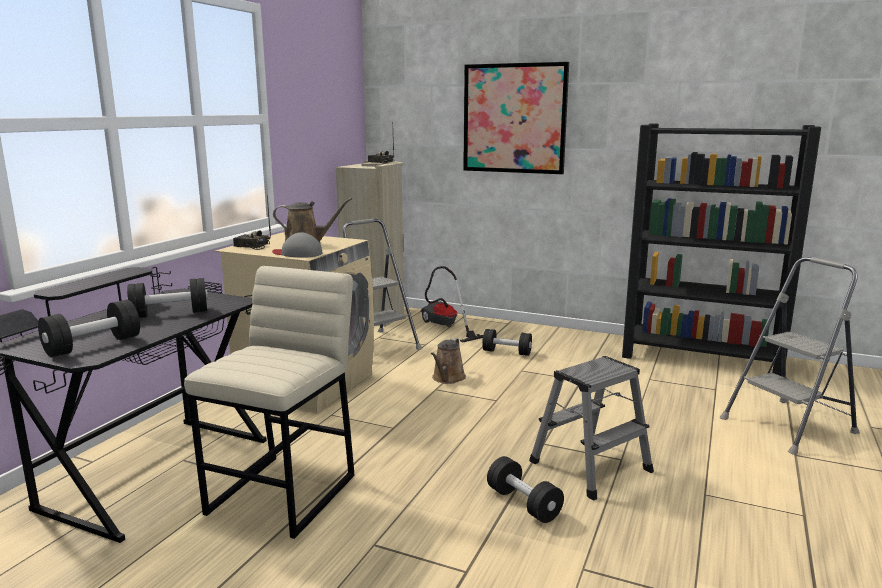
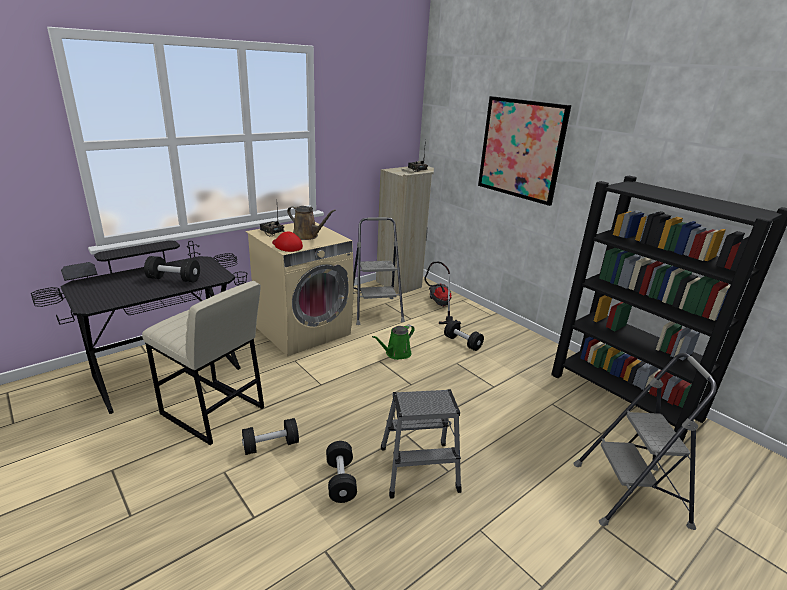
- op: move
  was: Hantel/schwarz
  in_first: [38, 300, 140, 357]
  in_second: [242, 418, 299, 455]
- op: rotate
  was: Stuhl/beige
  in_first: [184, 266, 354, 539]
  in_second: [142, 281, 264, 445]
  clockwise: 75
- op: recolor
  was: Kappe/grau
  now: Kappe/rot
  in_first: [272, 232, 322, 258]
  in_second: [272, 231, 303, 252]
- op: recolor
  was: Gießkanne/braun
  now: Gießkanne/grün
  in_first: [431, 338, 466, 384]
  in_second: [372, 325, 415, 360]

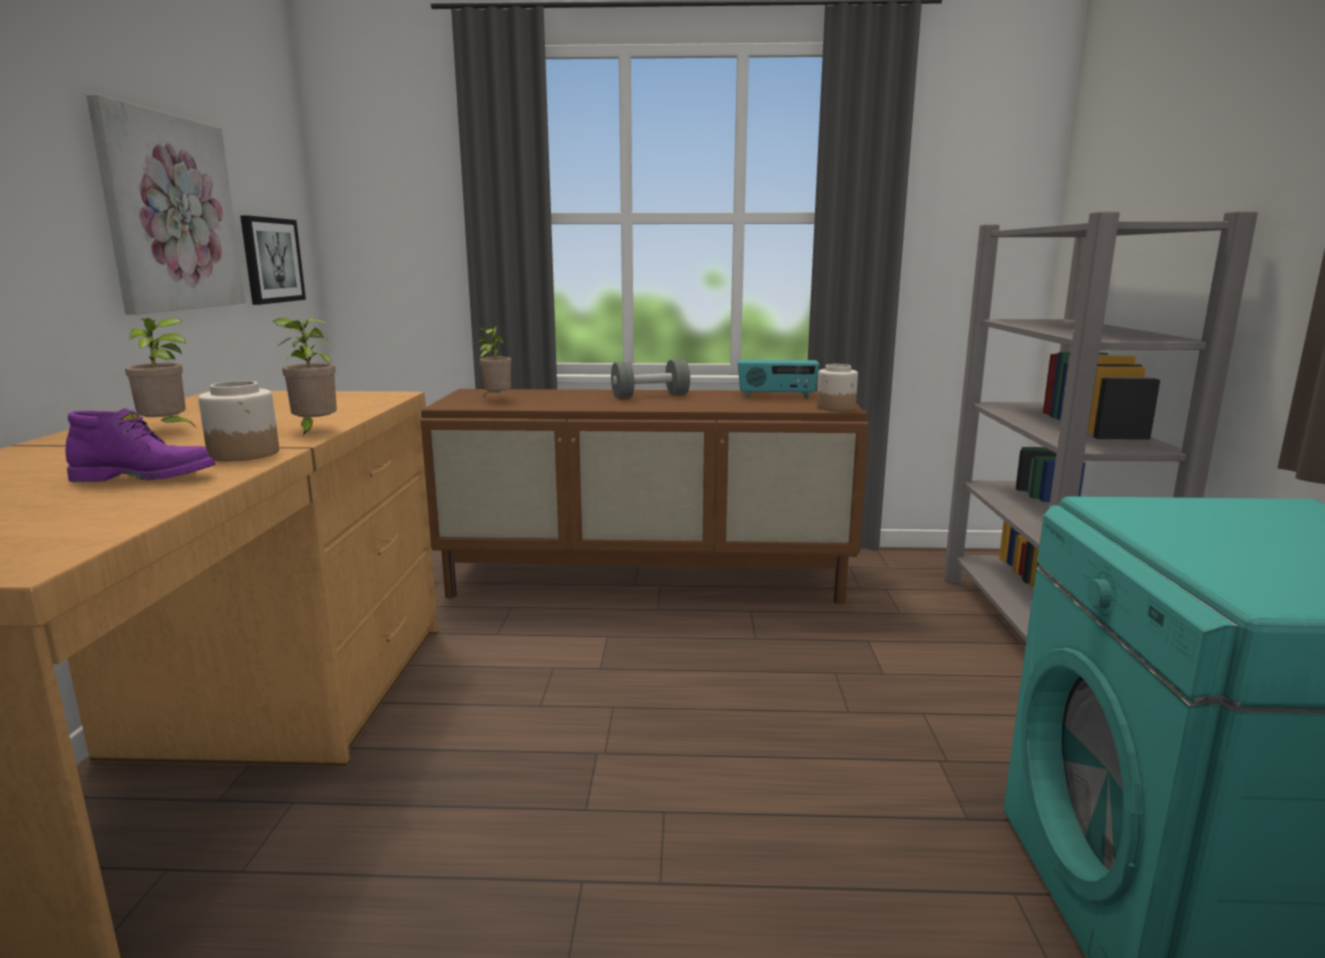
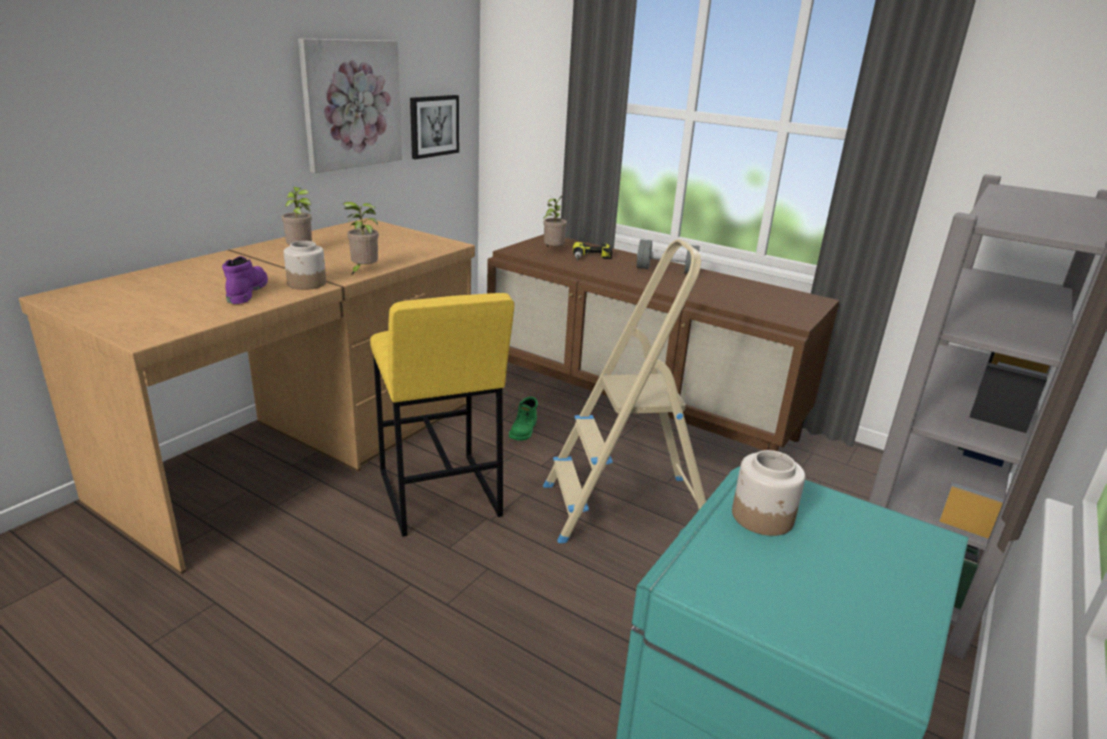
- op: rotate
  was: Stiefel/lila
  in_first: [65, 408, 215, 482]
  in_second: [222, 256, 268, 304]
  clockwise: -120
- op: delete
  was: Radio
  in_first: [738, 360, 820, 398]
- op: move
  was: Vorratsglas
  in_first: [817, 364, 858, 411]
  in_second: [732, 450, 805, 536]
- op: insert
  now: Hocker/gelb
  in_second: [370, 293, 514, 537]
- op: insert
  now: Stiefel/grün
  in_second: [509, 397, 538, 441]
- op: insert
  now: Trittleiter/beige
  in_second: [543, 239, 706, 543]
- op: insert
  now: Bohrmaschine
  in_second: [573, 242, 612, 262]

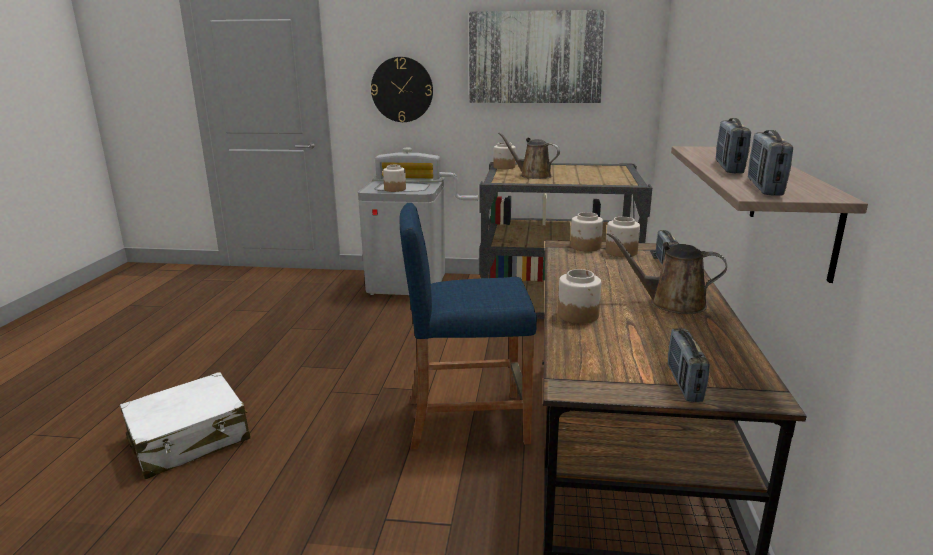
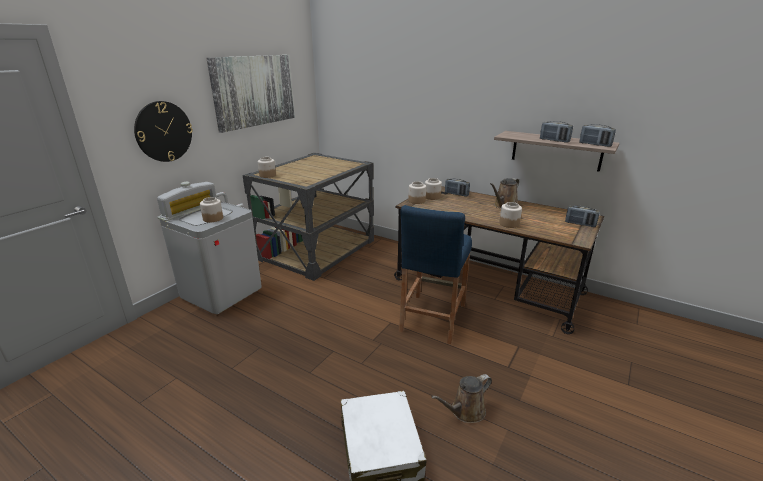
- op: move
  was: Gießkanne/braun
  in_first: [498, 132, 560, 179]
  in_second: [431, 374, 492, 423]

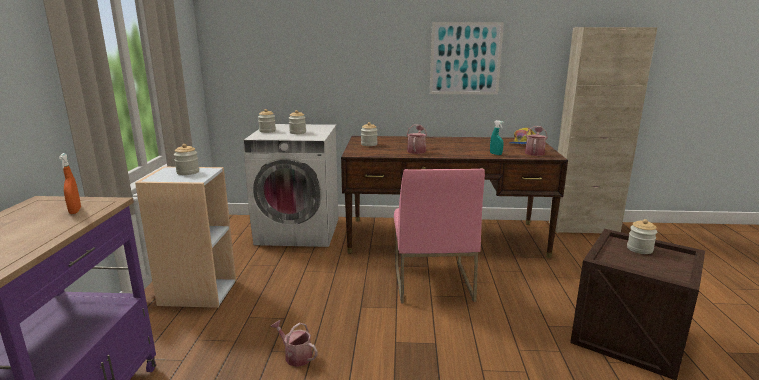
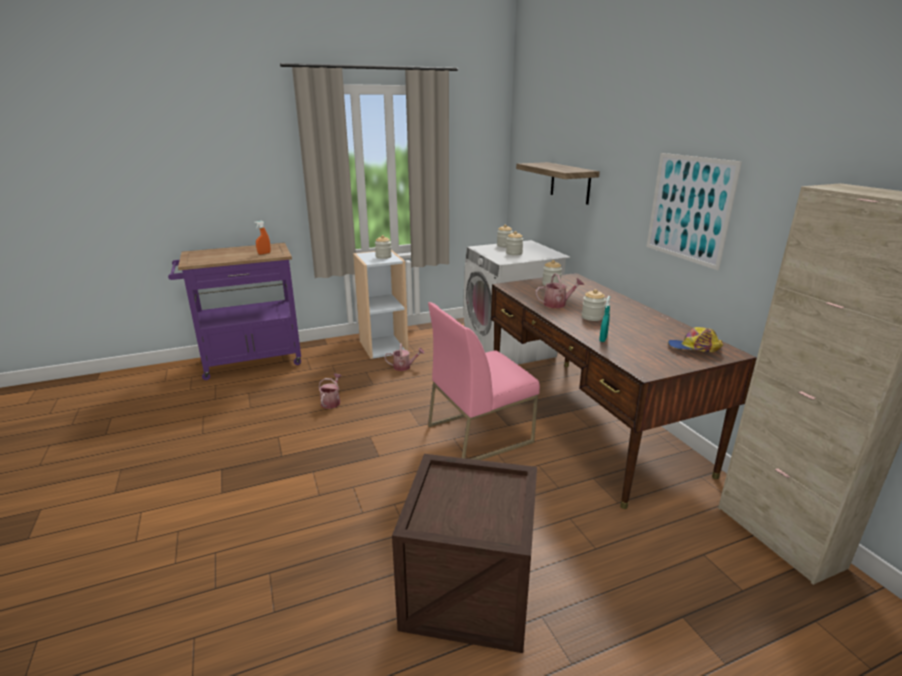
- op: move
  was: Gießkanne
  in_first: [525, 126, 548, 156]
  in_second: [384, 343, 424, 371]
- op: move
  was: Vorratsglas
  in_first: [627, 219, 657, 254]
  in_second: [582, 289, 606, 321]
- op: insert
  now: Wandregal
  in_second: [516, 162, 600, 205]

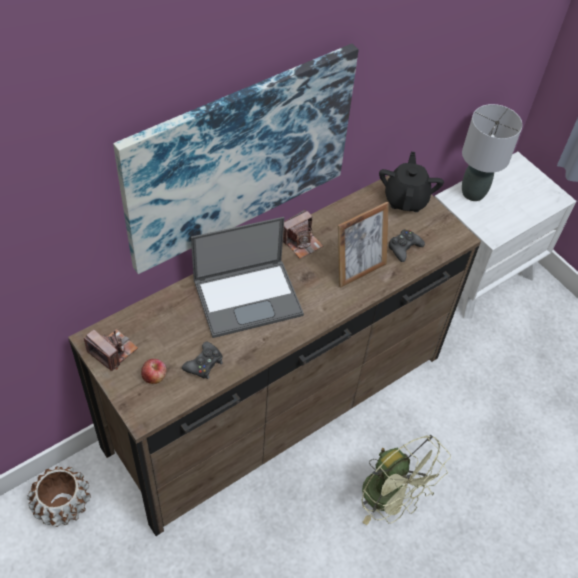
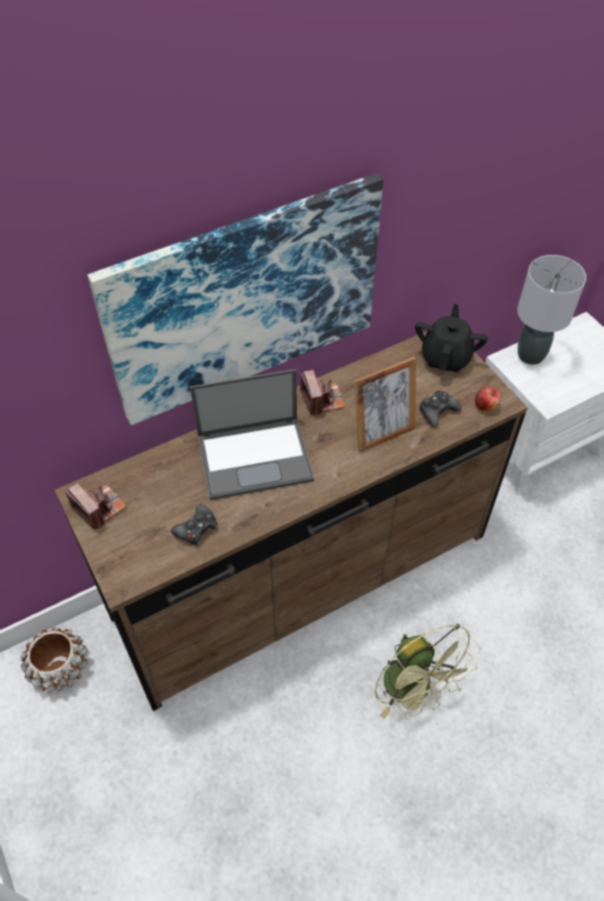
- op: move
  was: Apfel
  in_first: [141, 359, 166, 384]
  in_second: [475, 386, 501, 411]
- op: rotate
  was: Kamera
  in_first: [283, 209, 323, 259]
  in_second: [300, 370, 345, 416]
  clockwise: -75

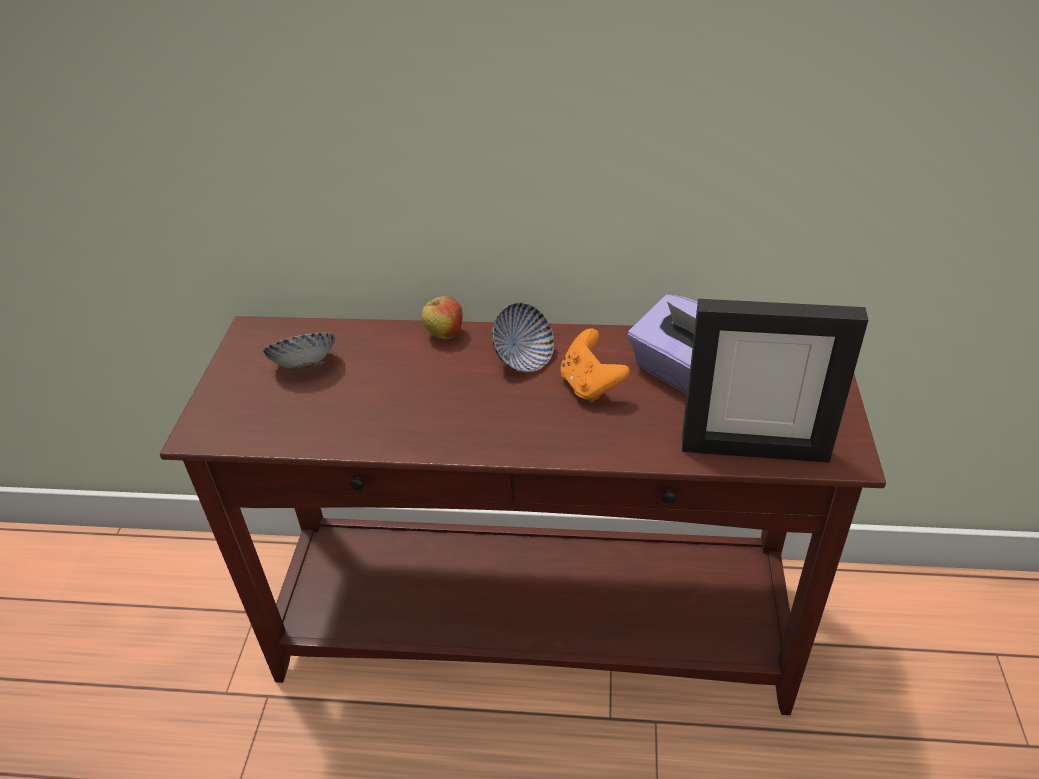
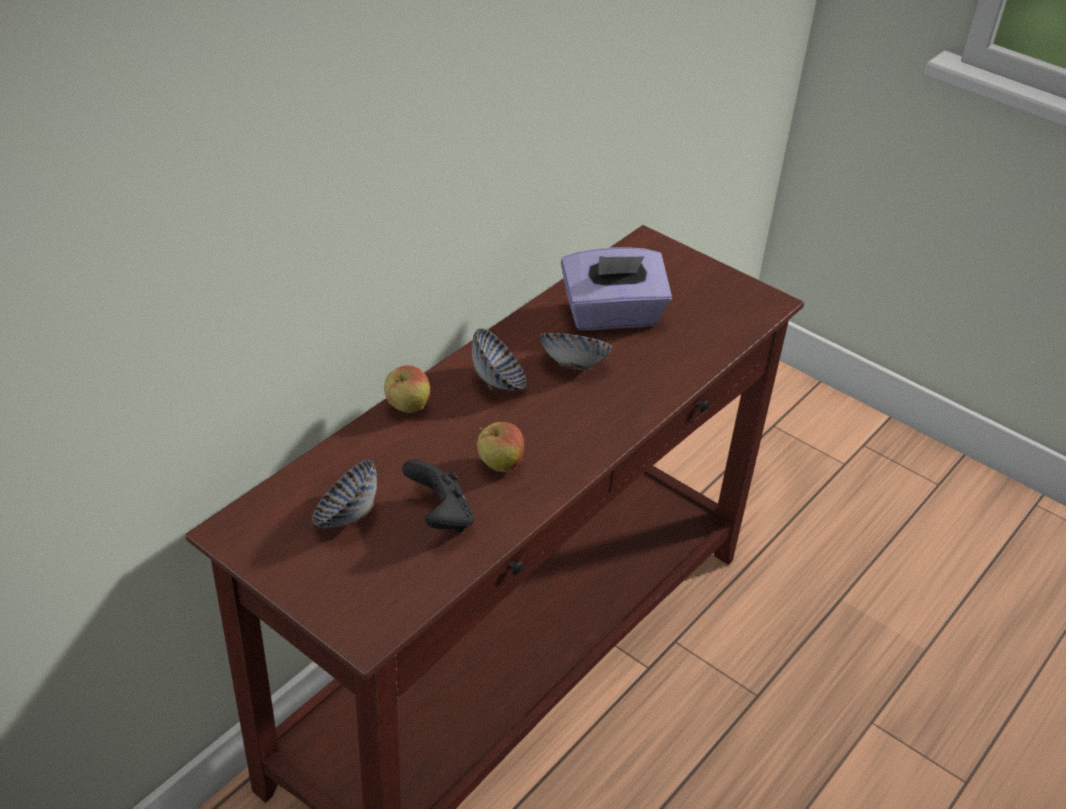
- op: replace
  was: Gamepad/orange
  now: Schüssel
  in_first: [560, 328, 630, 403]
  in_second: [540, 333, 612, 370]
- op: delete
  was: Bilderrahmen
  in_first: [682, 299, 868, 463]
- op: insert
  now: Gamepad/schwarz
  in_second: [402, 459, 474, 532]
- op: insert
  now: Apfel
  in_second: [477, 422, 524, 472]

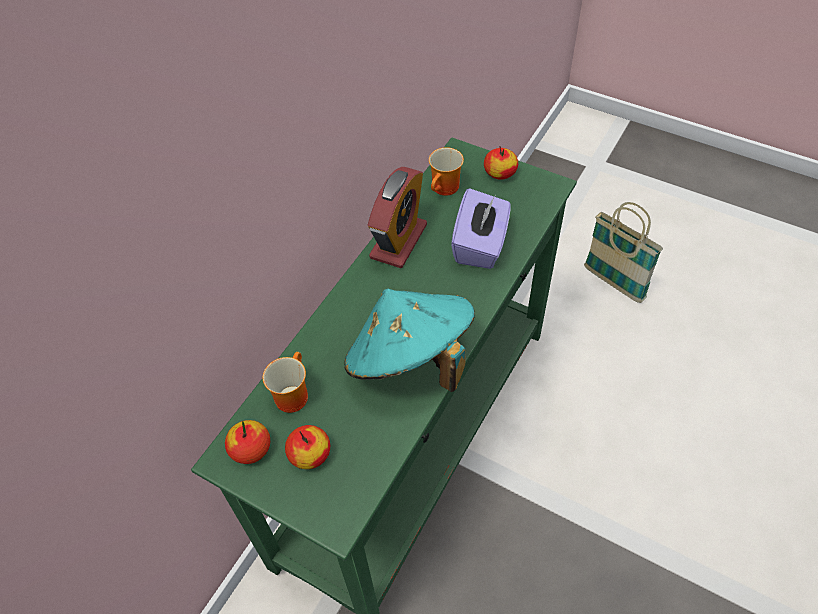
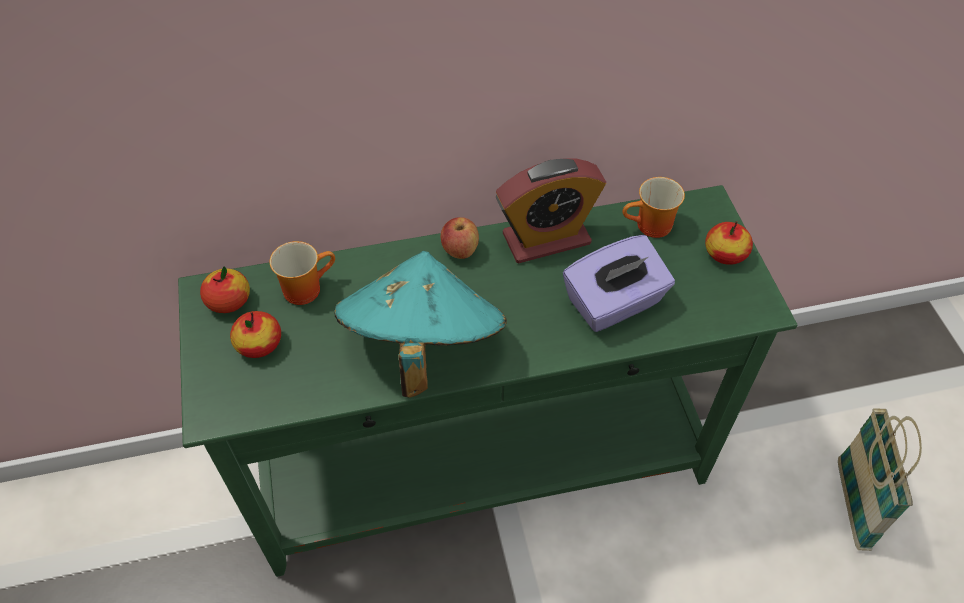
- op: insert
  now: Apfel
  in_second: [441, 217, 479, 259]

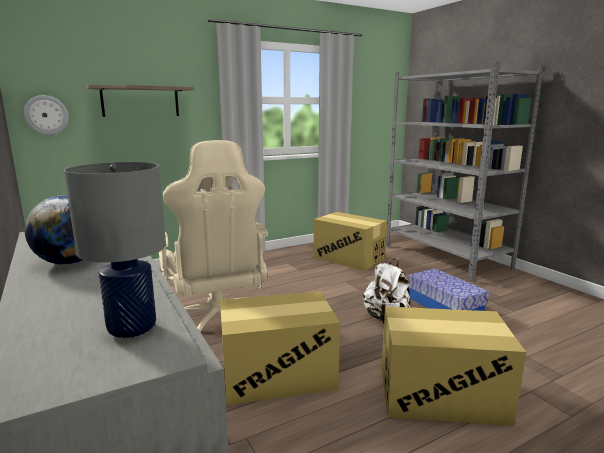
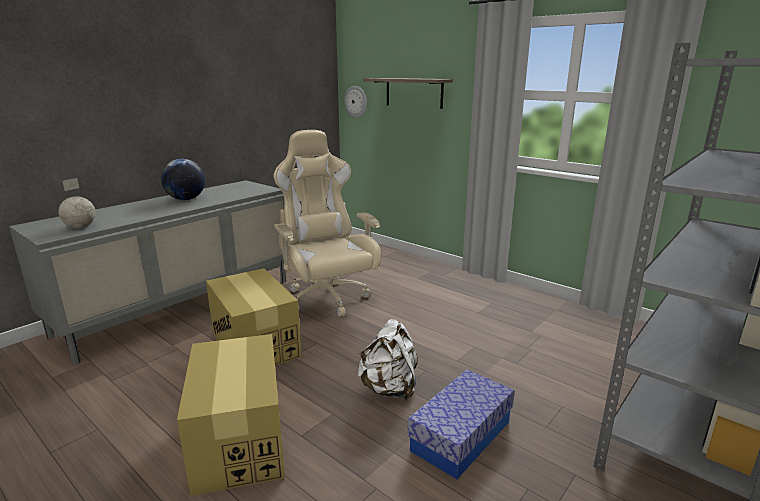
- op: replace
  was: Tischlampe/grau
  now: Globus
  in_first: [64, 162, 166, 338]
  in_second: [58, 178, 96, 228]
- op: rotate
  was: Bürostuhl/beige
  in_first: [159, 140, 268, 332]
  in_second: [273, 130, 381, 317]
  clockwise: 105
- op: delete
  was: Karton
  in_first: [313, 212, 387, 271]

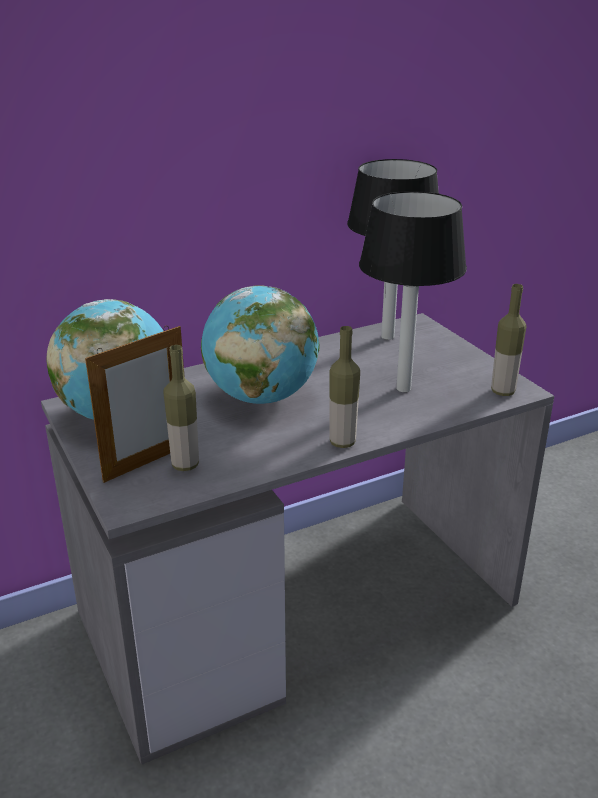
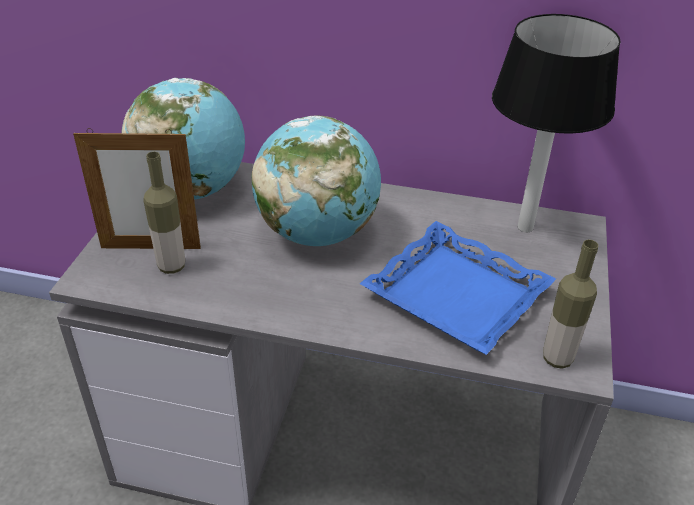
- op: delete
  was: Flasche
  in_first: [329, 326, 360, 448]
- op: replace
  was: Tischlampe
  now: Tablett/blau
  in_first: [359, 191, 467, 392]
  in_second: [360, 221, 556, 355]

